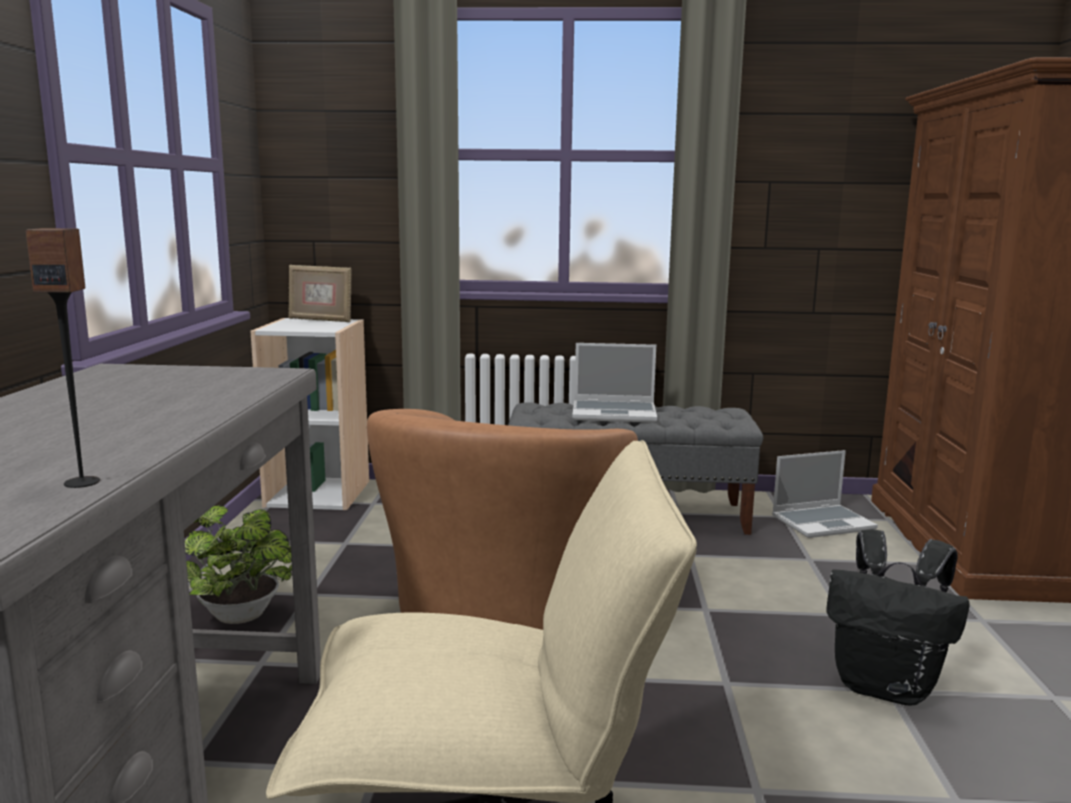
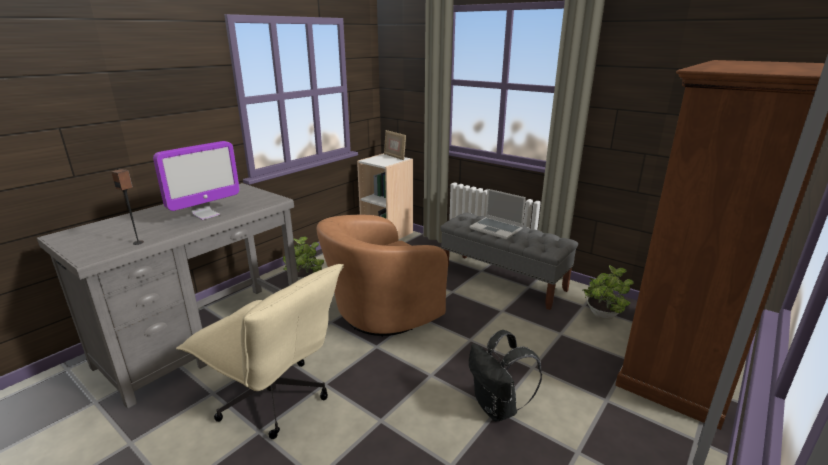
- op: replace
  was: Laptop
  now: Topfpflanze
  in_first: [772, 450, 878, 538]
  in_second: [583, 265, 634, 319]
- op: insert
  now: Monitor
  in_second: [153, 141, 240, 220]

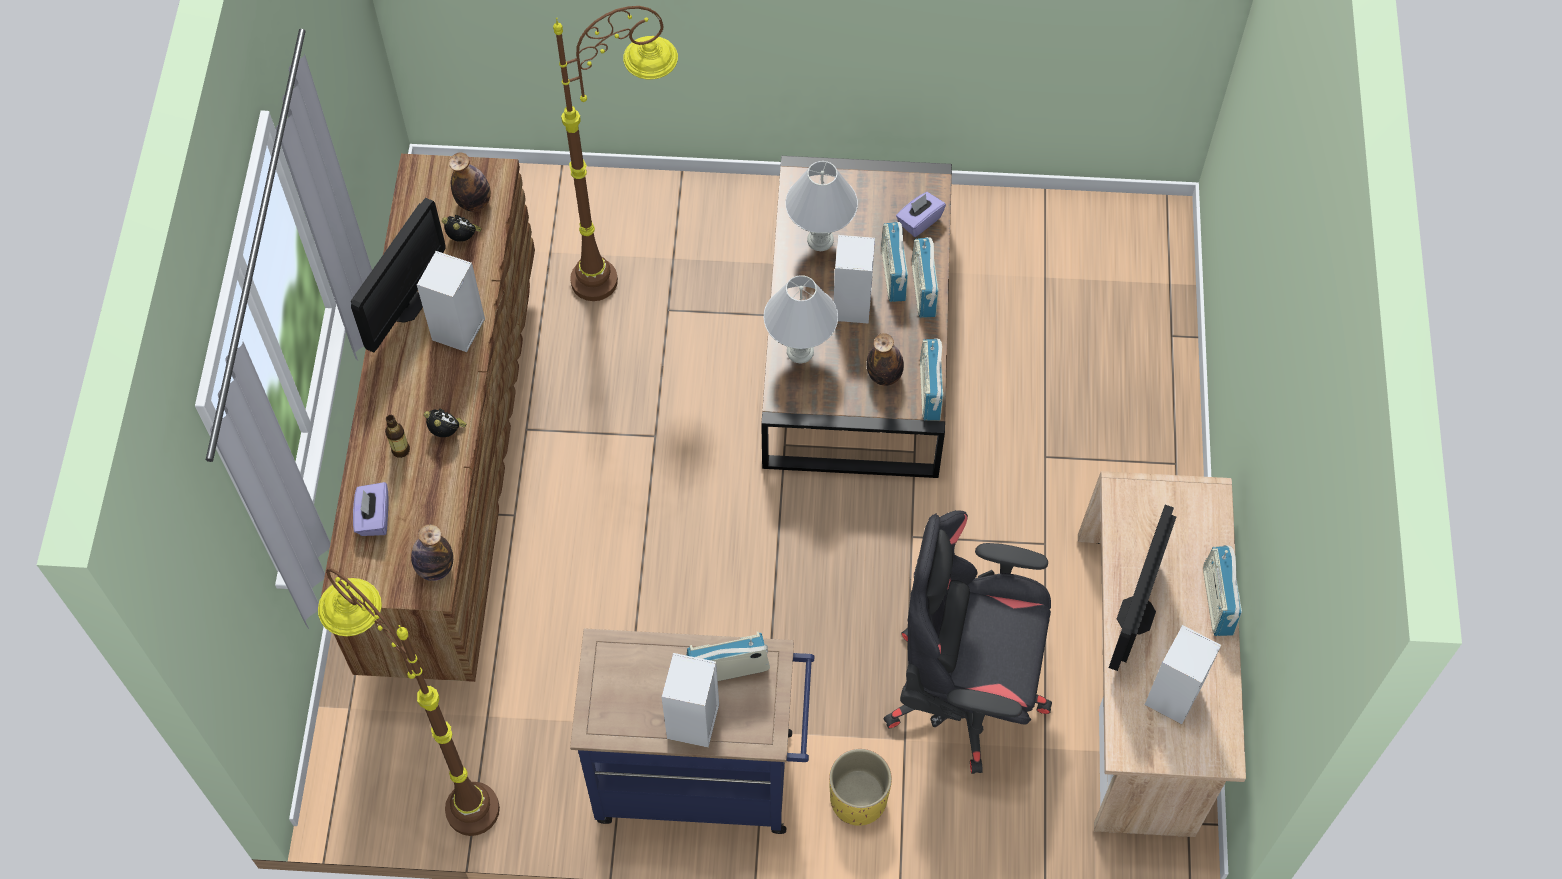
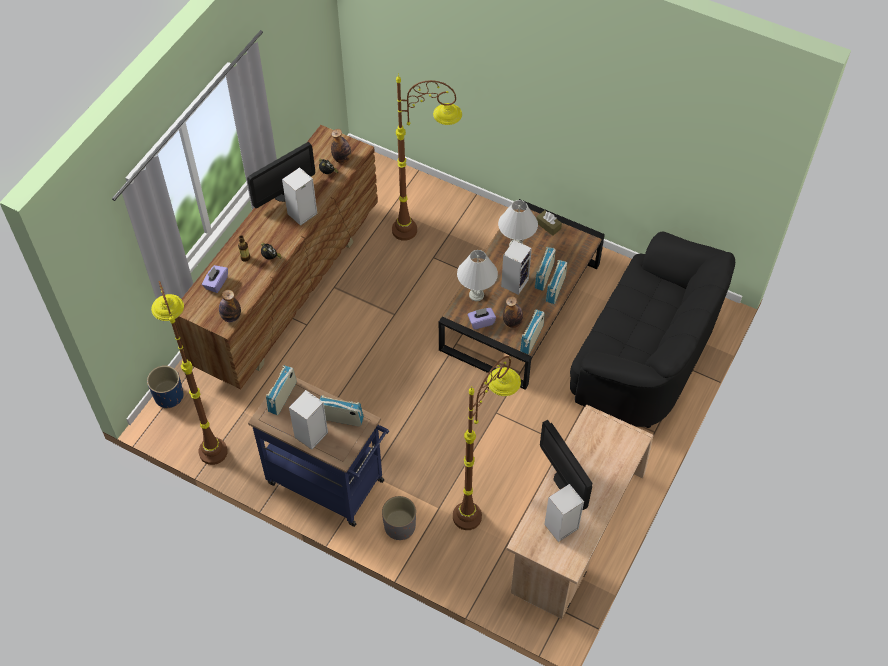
- op: recolor
  was: Pflanzkübel/gelb
  now: Pflanzkübel/grau
  in_first: [829, 749, 892, 826]
  in_second: [382, 496, 416, 540]
- op: replace
  was: Bürostuhl/schwarz
  now: Stehlampe/braun
  in_first: [884, 510, 1052, 774]
  in_second: [453, 356, 521, 530]
- op: move
  was: Taschentuchbox/lila
  in_first: [896, 192, 946, 237]
  in_second: [468, 308, 496, 330]
- op: rotate
  was: Monitor
  in_first: [1109, 505, 1176, 671]
  in_second: [540, 420, 592, 510]
  clockwise: -75
- op: move
  was: Radio
  in_first: [1203, 545, 1242, 636]
  in_second: [266, 365, 297, 415]
- op: insert
  now: Pflanzkübel/blau
  in_second: [147, 366, 183, 409]
- op: insert
  now: Taschentuchbox/braun
  in_second: [536, 210, 562, 236]
- op: insert
  now: Sofa/schwarz
  in_second: [570, 232, 735, 428]

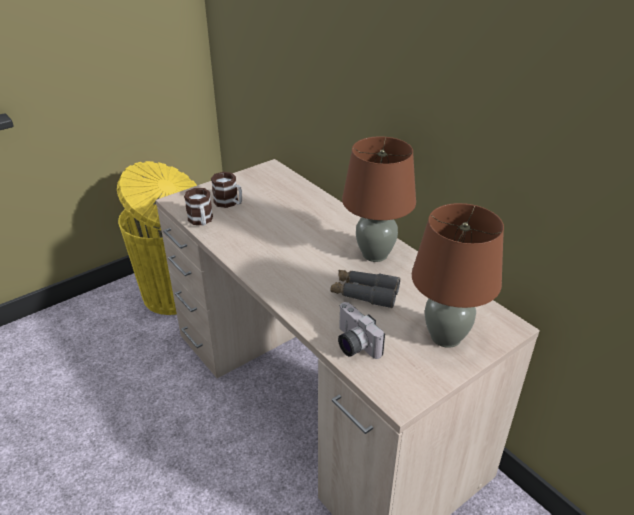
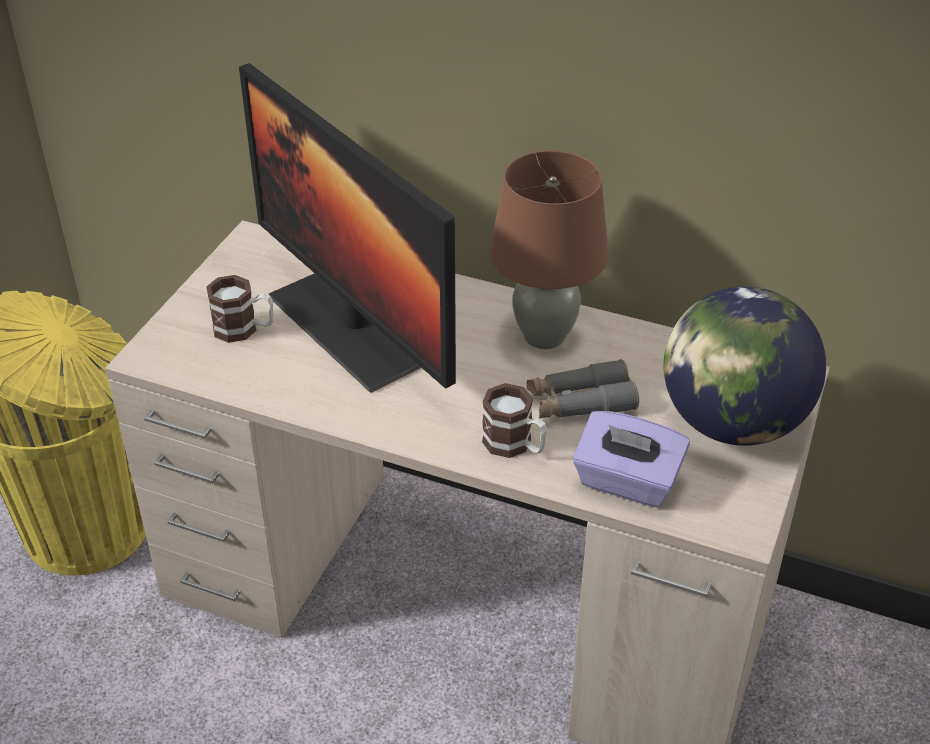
- op: move
  was: Henkelbecher
  in_first: [184, 188, 213, 226]
  in_second: [482, 383, 547, 458]
- op: replace
  was: Kamera
  now: Taschentuchbox/lila
  in_first: [338, 302, 385, 359]
  in_second: [572, 411, 690, 507]
- op: replace
  was: Tischlampe/braun
  now: Globus
  in_first: [412, 203, 504, 348]
  in_second: [664, 286, 826, 446]
- op: insert
  now: Monitor
  in_second: [239, 63, 456, 393]

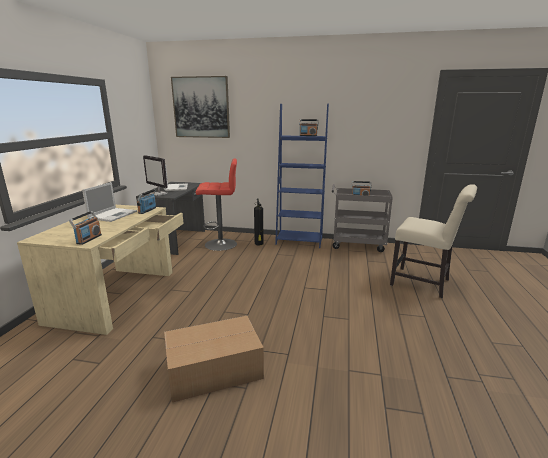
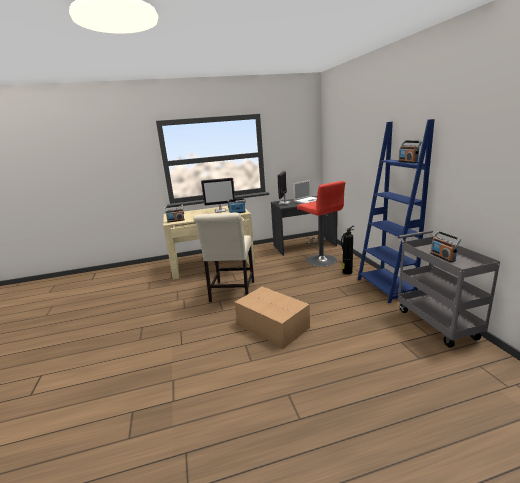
- op: replace
  was: Laptop
  now: Monitor
  in_first: [82, 182, 137, 222]
  in_second: [201, 178, 236, 213]
- op: move
  was: Karton
  in_first: [164, 316, 264, 402]
  in_second: [235, 286, 310, 349]
- op: delete
  was: Bild
  in_first: [171, 76, 230, 138]
- op: move
  was: Stuhl/beige
  in_first: [390, 184, 477, 298]
  in_second: [193, 213, 254, 302]

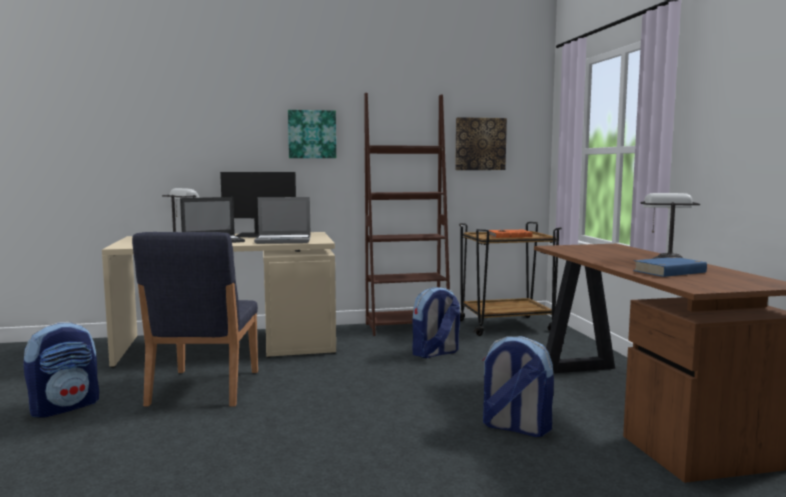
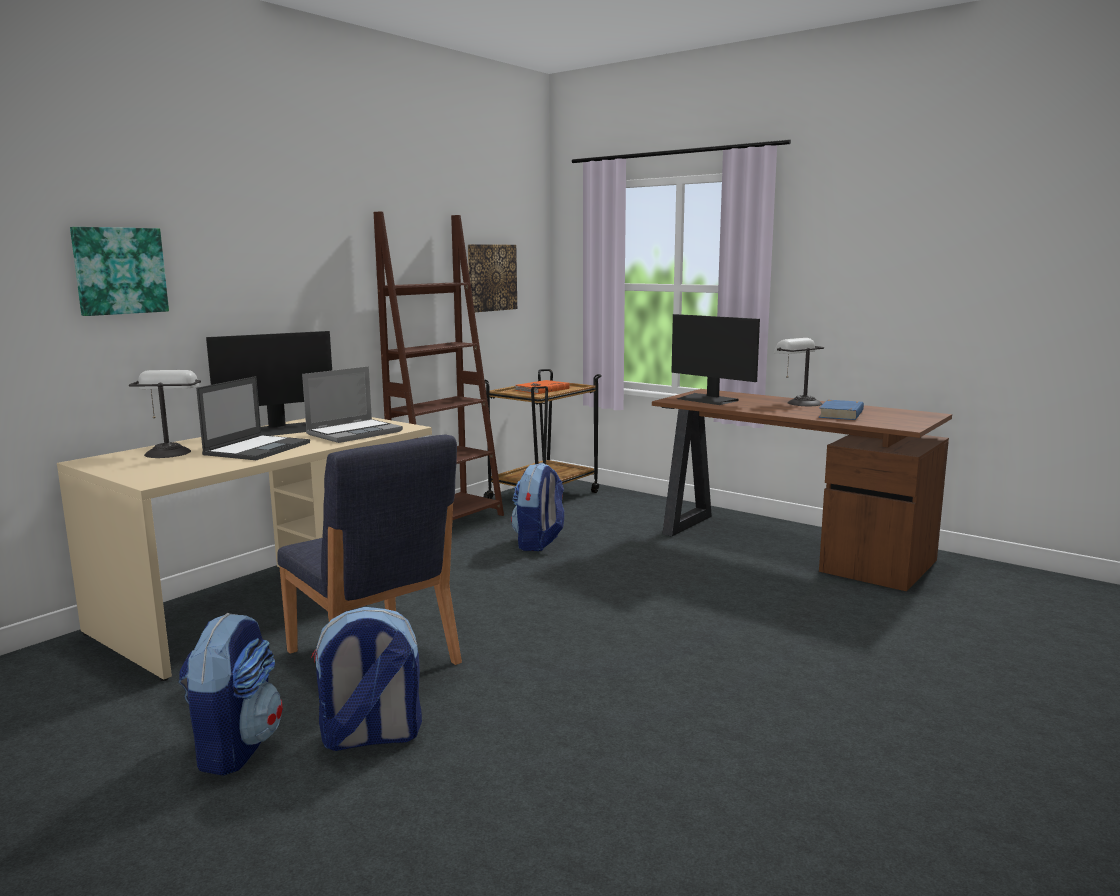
- op: move
  was: Bild
  in_first: [288, 110, 336, 158]
  in_second: [70, 227, 169, 316]
- op: move
  was: Rucksack
  in_first: [482, 336, 554, 437]
  in_second: [311, 607, 422, 751]
- op: insert
  now: Monitor
  in_second: [671, 314, 760, 405]

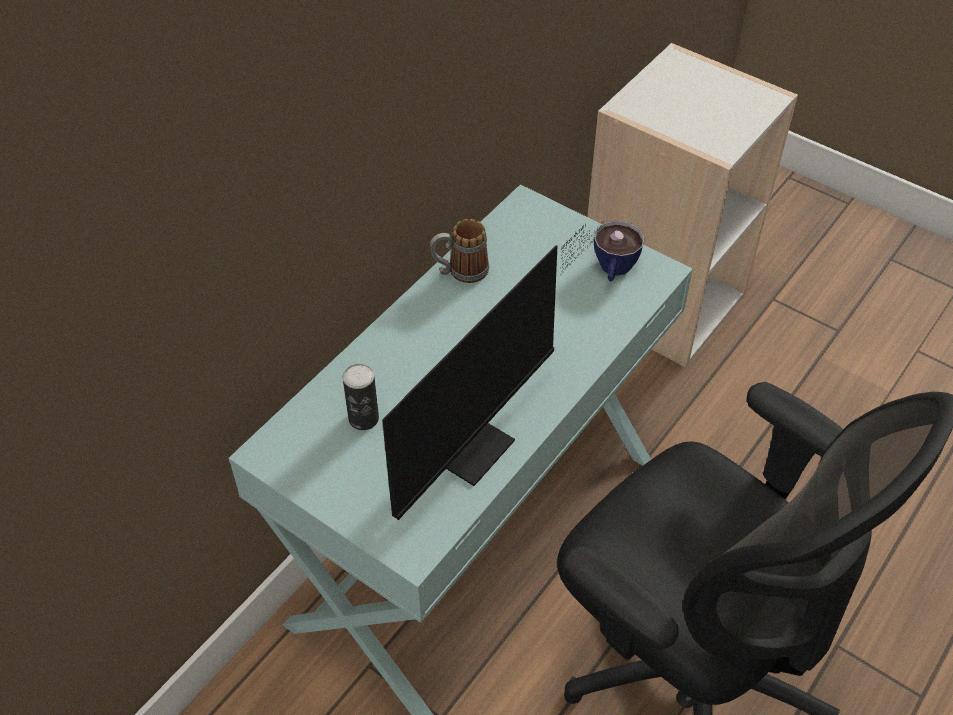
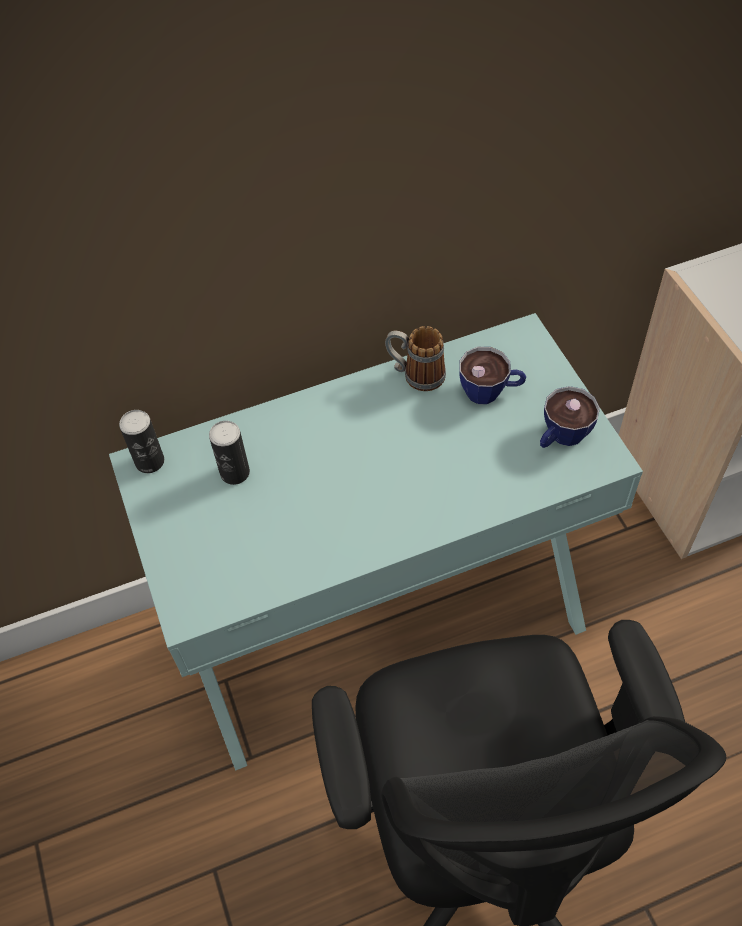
- op: delete
  was: Monitor
  in_first: [382, 222, 604, 520]
- op: insert
  now: Dose
  in_second: [119, 410, 164, 473]
- op: insert
  now: Tasse
  in_second: [459, 347, 526, 404]

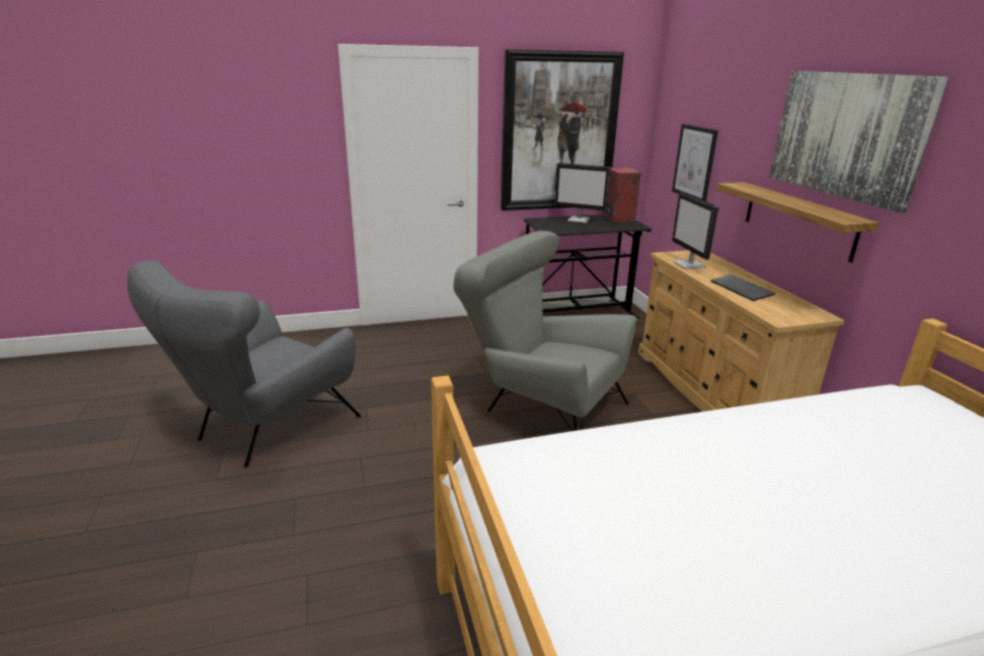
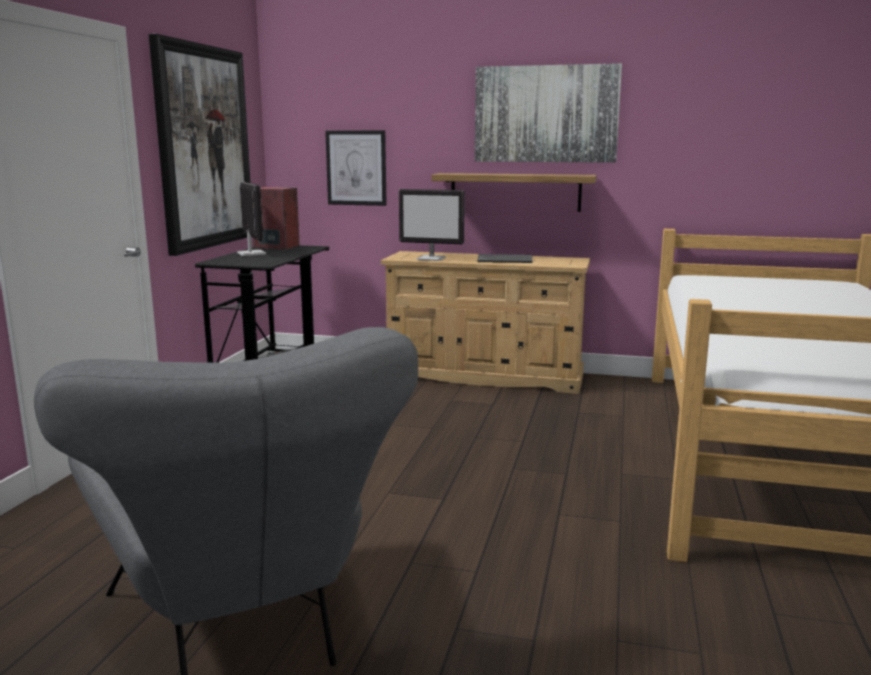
- op: delete
  was: Sessel/grau
  in_first: [453, 231, 637, 431]
- op: rotate
  was: Monitor
  in_first: [554, 163, 611, 223]
  in_second: [237, 182, 266, 256]
  clockwise: -75

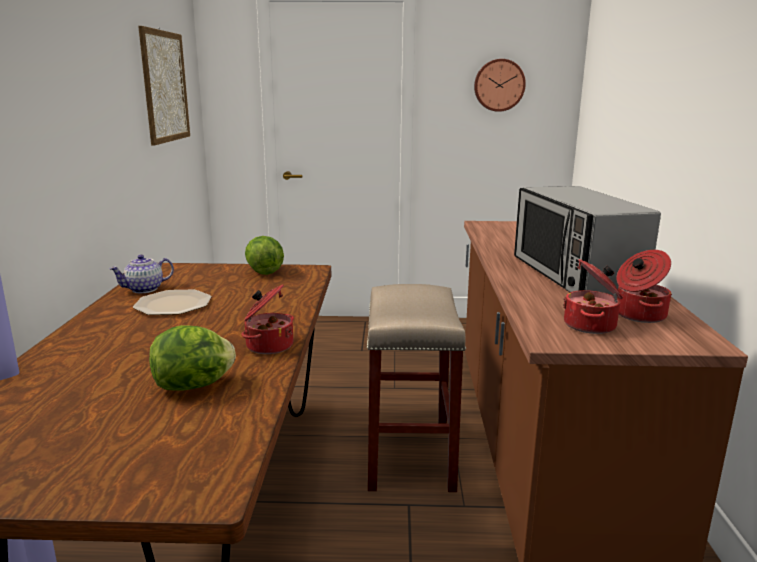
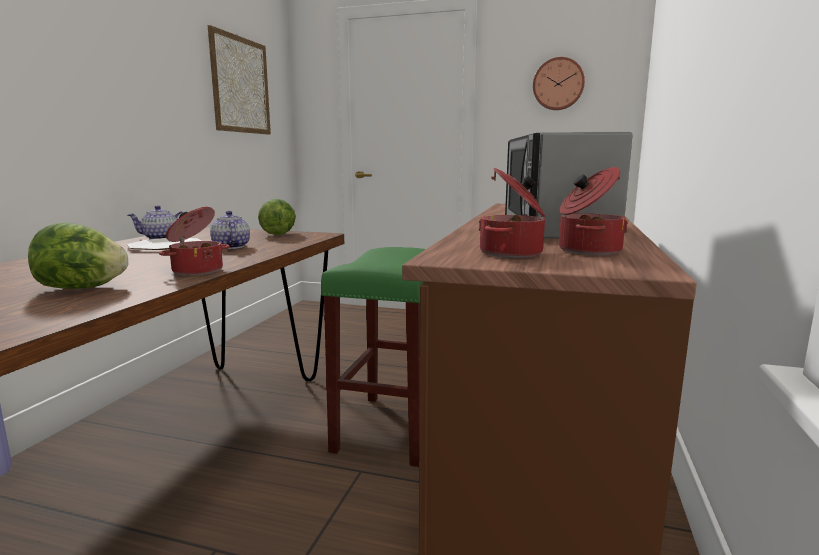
- op: recolor
  was: Hocker/beige
  now: Hocker/grün
  in_first: [367, 284, 466, 492]
  in_second: [321, 247, 426, 467]
- op: insert
  now: Teekanne
  in_second: [210, 211, 250, 249]

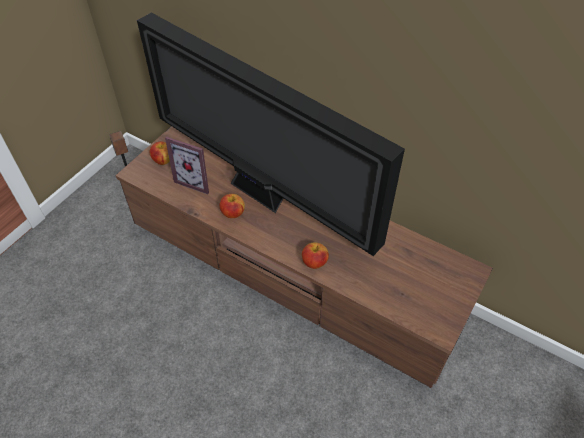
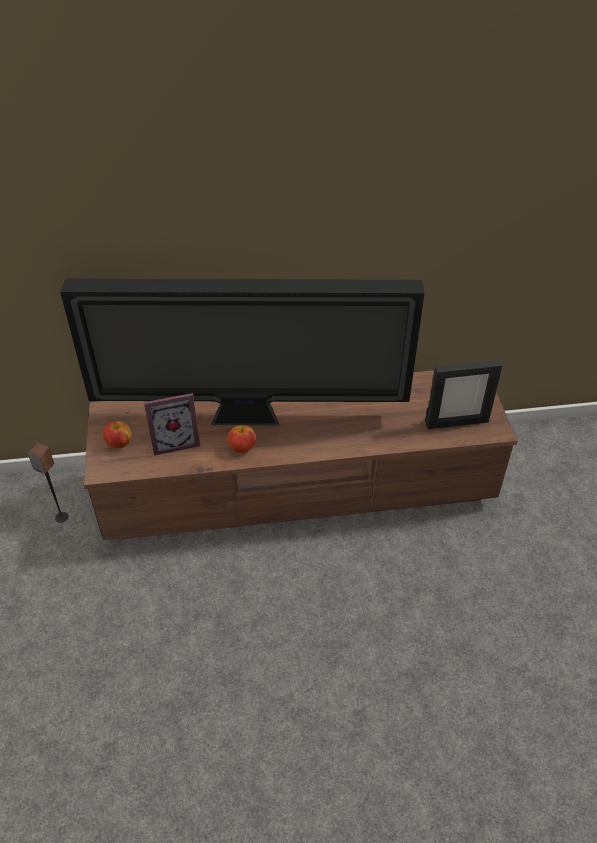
- op: delete
  was: Apfel
  in_first: [302, 242, 329, 269]
- op: insert
  now: Bilderrahmen
  in_second: [425, 360, 503, 429]

